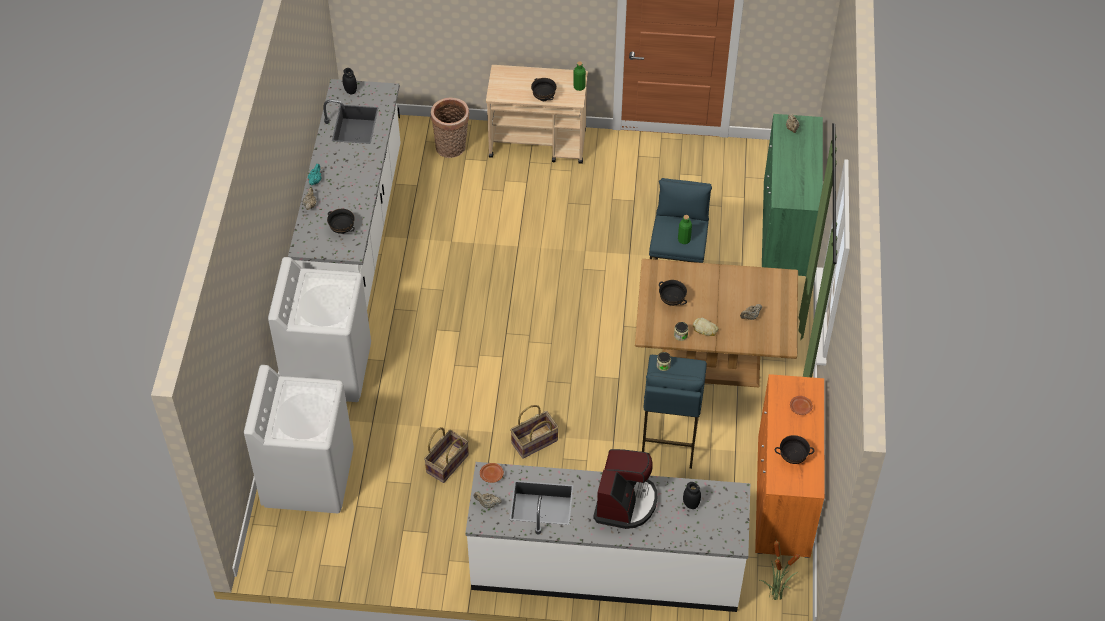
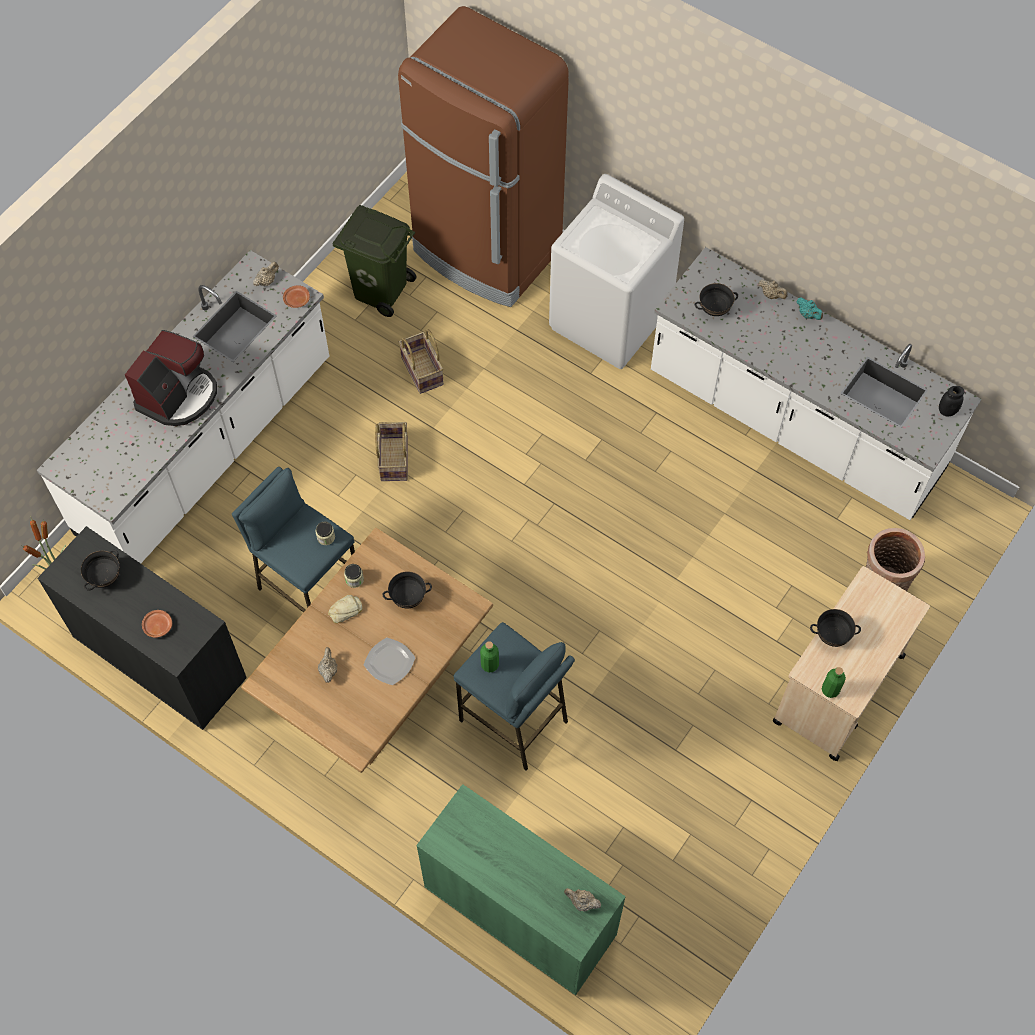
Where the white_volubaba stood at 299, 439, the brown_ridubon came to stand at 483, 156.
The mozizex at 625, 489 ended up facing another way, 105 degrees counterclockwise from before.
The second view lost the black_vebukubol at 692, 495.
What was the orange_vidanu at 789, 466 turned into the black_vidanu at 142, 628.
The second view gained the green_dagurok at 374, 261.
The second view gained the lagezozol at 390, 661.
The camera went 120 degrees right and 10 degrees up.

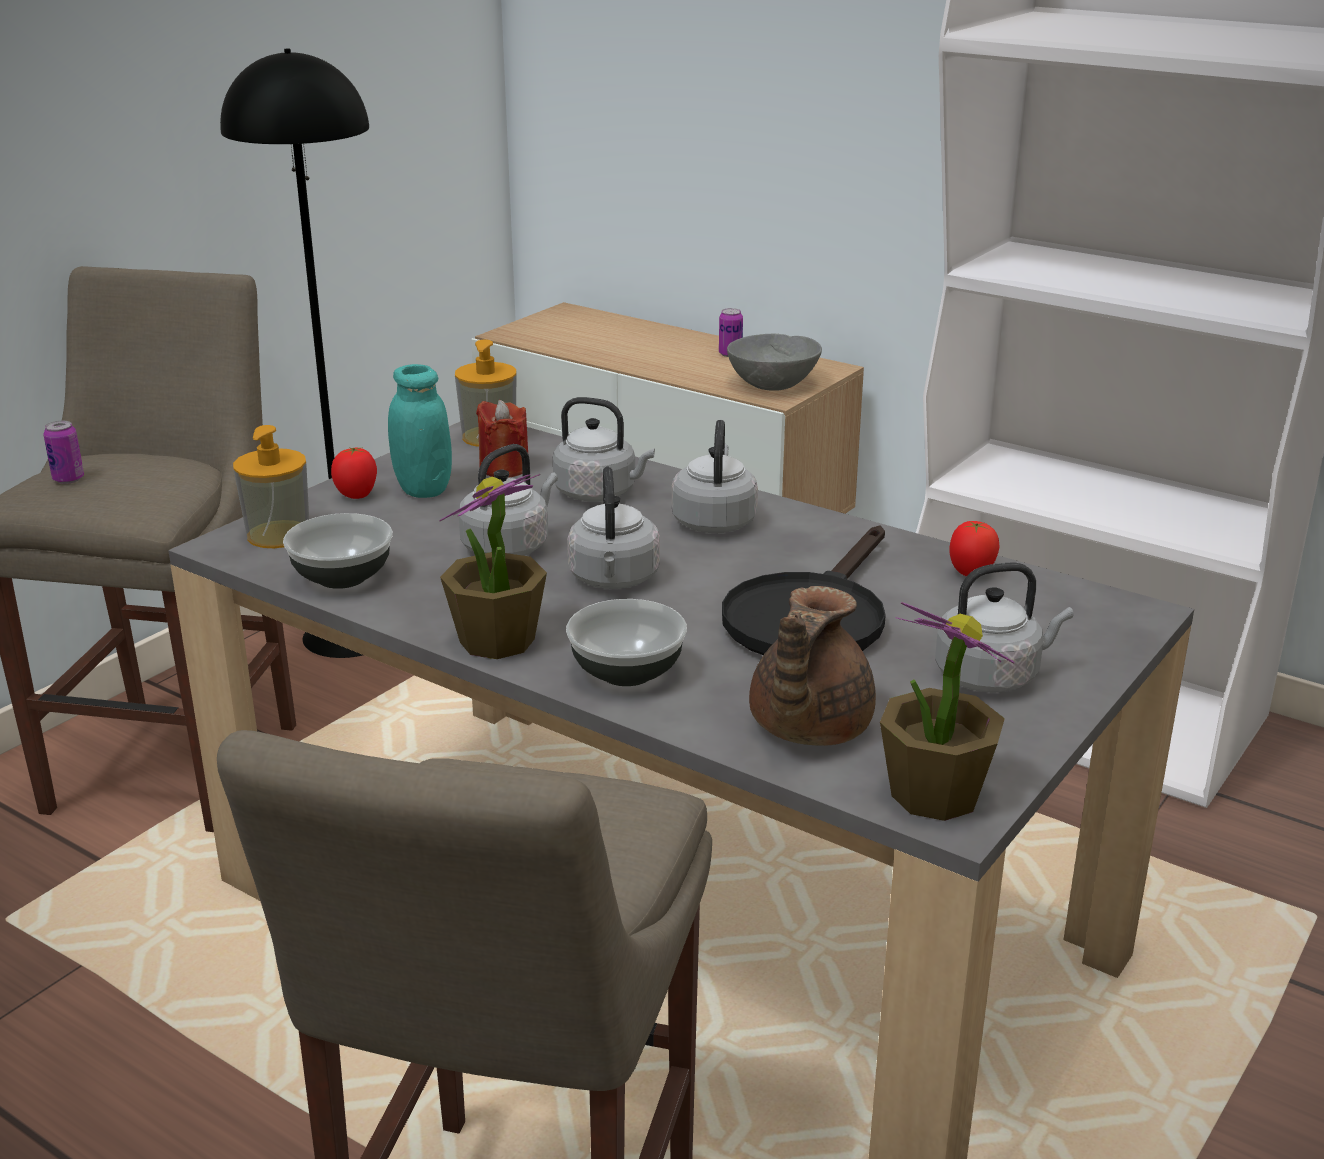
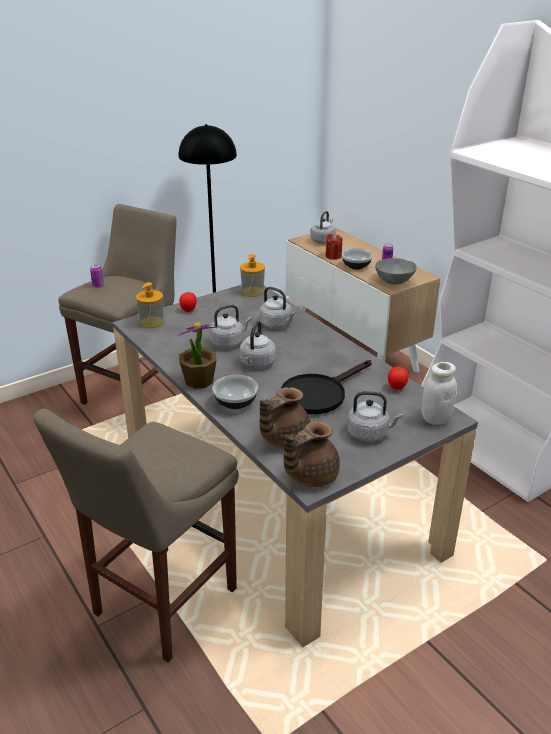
The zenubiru ended up elsewhere, having gone from 338, 551 to 357, 259.
The second view lost the turquoise_vebukubol at 420, 431.
The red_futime ended up elsewhere, having gone from 502, 439 to 334, 247.
The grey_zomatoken ended up elsewhere, having gone from 715, 476 to 322, 227.
Where the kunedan stood at 947, 711, the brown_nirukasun came to stand at 311, 454.
The second view gained the white_vebukubol at 439, 393.
The camera went 20 degrees right and 5 degrees up.

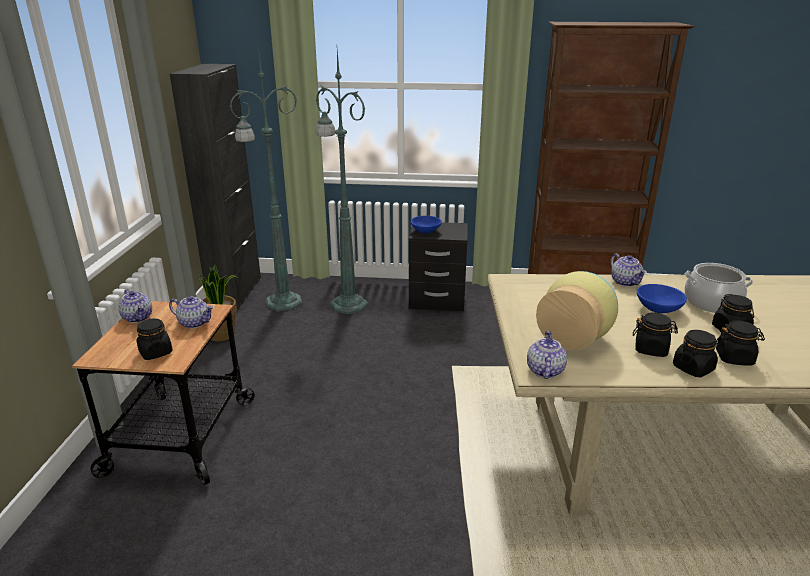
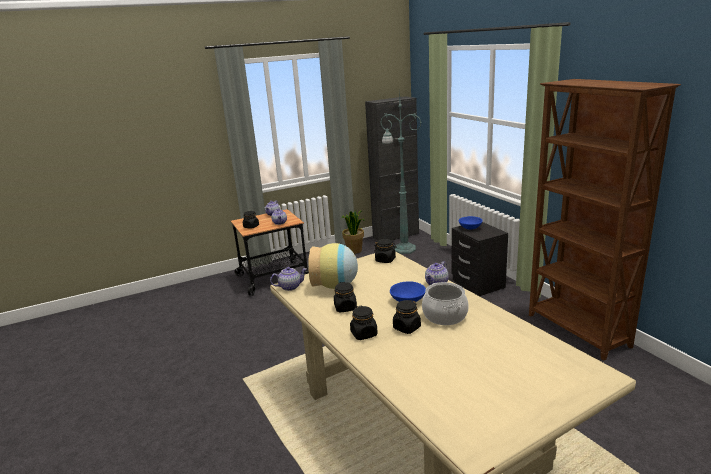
The second view lost the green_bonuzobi at 341, 182.
The black_vebukubol ended up elsewhere, having gone from 695, 353 to 385, 251.
The camera went 60 degrees right and 5 degrees down.

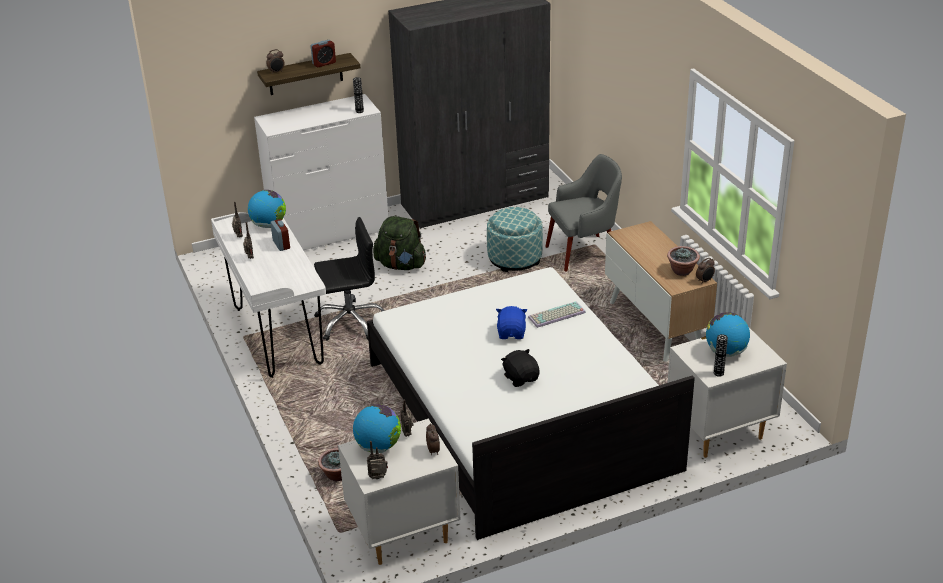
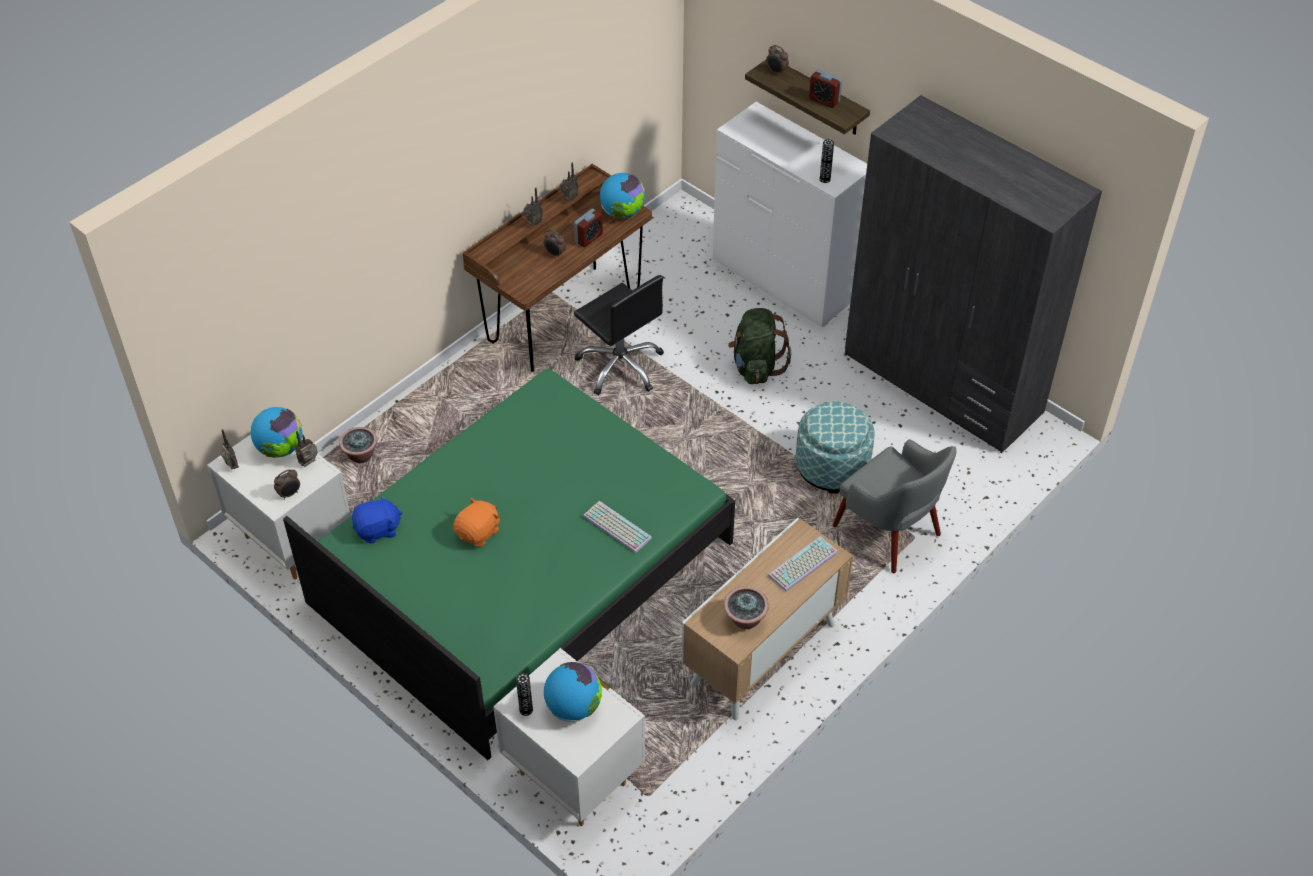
What was the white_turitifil at 268, 295 turned into the brown_turitifil at 557, 268.
What was the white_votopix at 531, 403 turned into the green_votopix at 509, 564.
The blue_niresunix ended up elsewhere, having gone from 511, 322 to 377, 518.
What was the black_niresunix at 520, 368 turned into the orange_niresunix at 476, 522.
The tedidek ended up elsewhere, having gone from 705, 271 to 554, 244.
The second view gained the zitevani at 803, 564.
The camera went 65 degrees right and 15 degrees up.

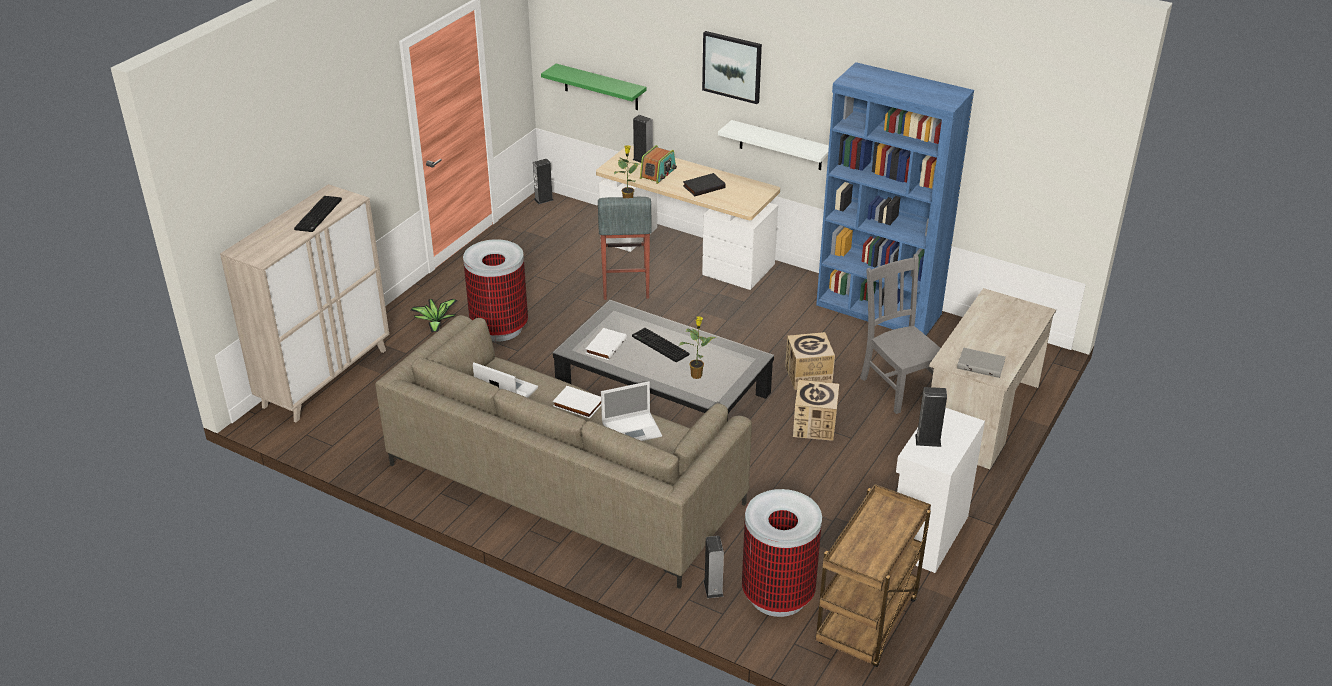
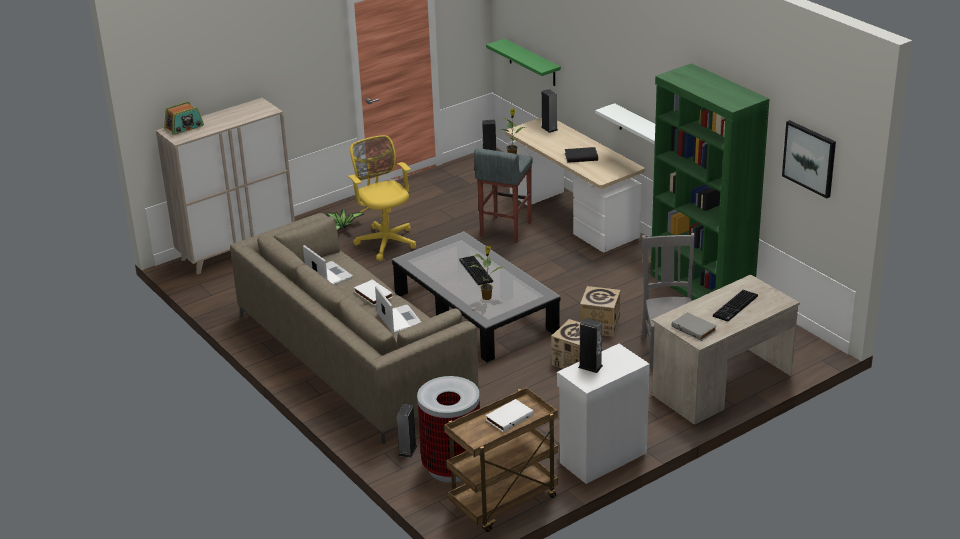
The zitevani ended up elsewhere, having gone from 318, 214 to 735, 306.
Where the dagurok stood at 495, 290, the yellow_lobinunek came to stand at 382, 198.
The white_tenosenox ended up elsewhere, having gone from 606, 344 to 509, 415.
The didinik at 631, 411 ended up facing another way, 120 degrees counterclockwise from before.
The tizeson ended up elsewhere, having gone from 658, 164 to 184, 118.
The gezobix ended up elsewhere, having gone from 732, 67 to 809, 159.
What was the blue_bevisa at 895, 198 turned into the green_bevisa at 710, 182.
The camera went 25 degrees right and 5 degrees down.

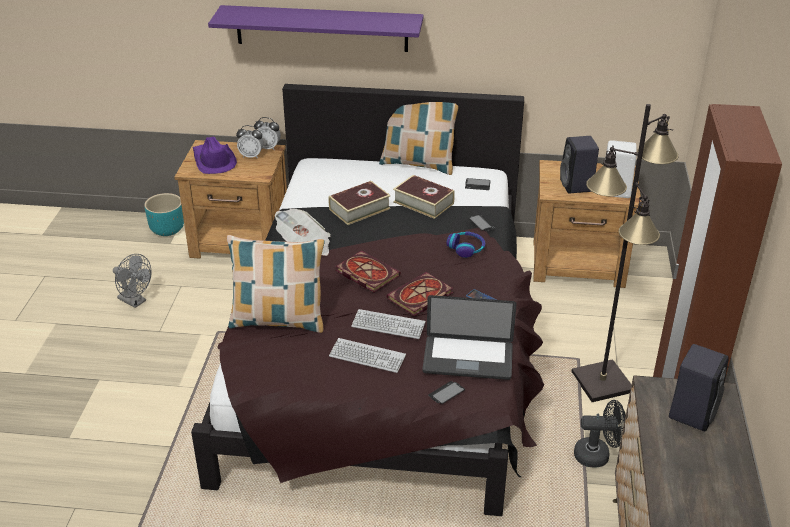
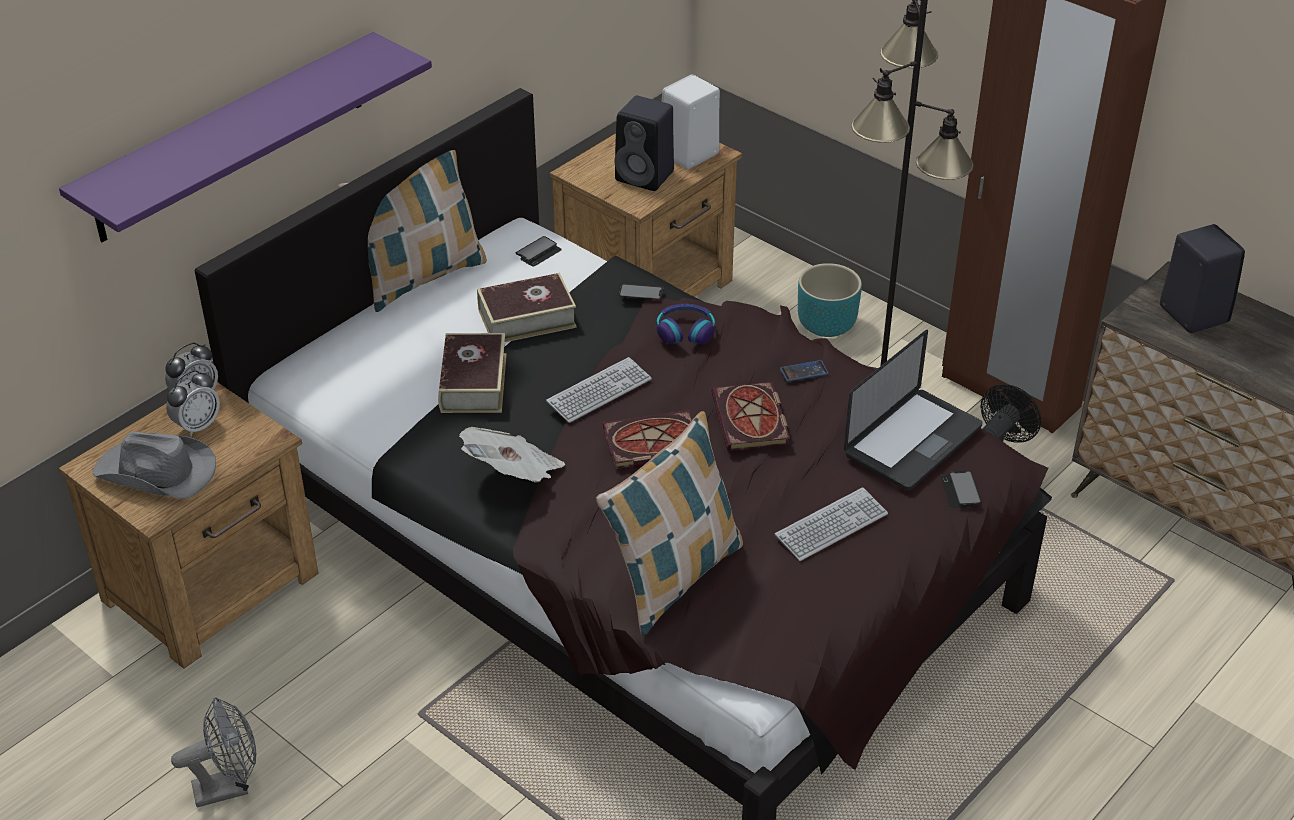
The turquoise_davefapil ended up elsewhere, having gone from 164, 214 to 830, 300.
What was the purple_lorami at 215, 155 turned into the grey_lorami at 154, 465.
The zitevani ended up elsewhere, having gone from 388, 324 to 599, 390.
The camera went 55 degrees left and 5 degrees up.

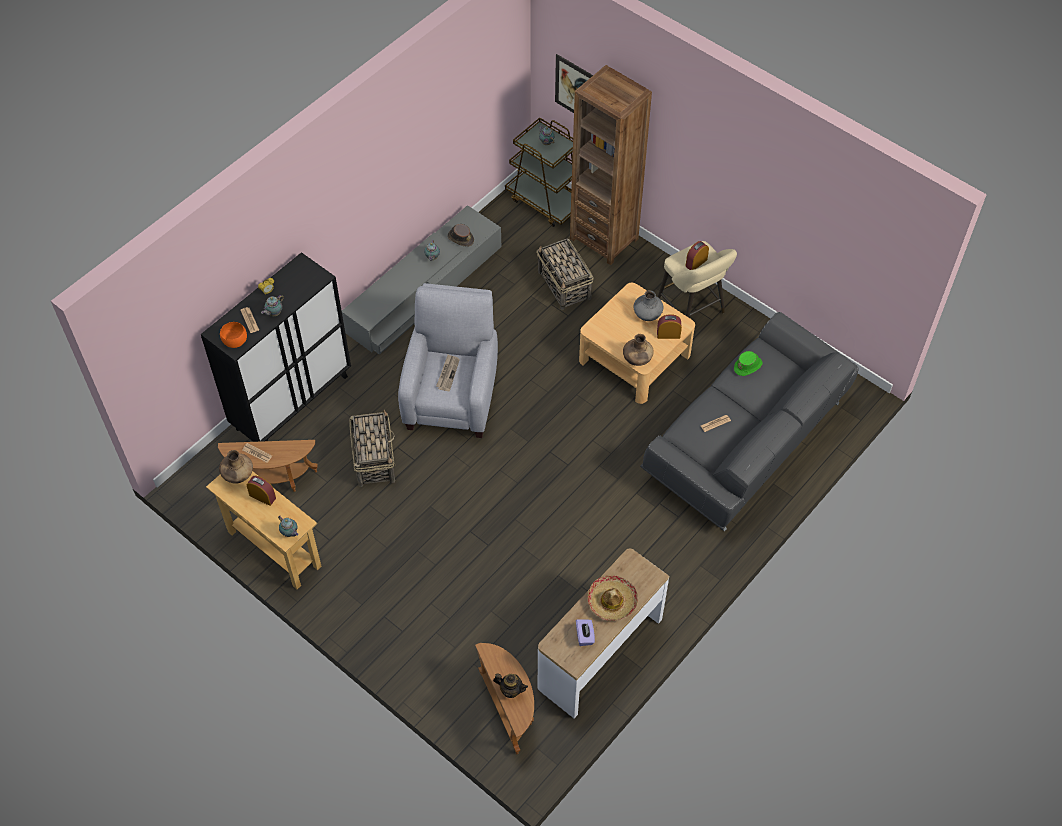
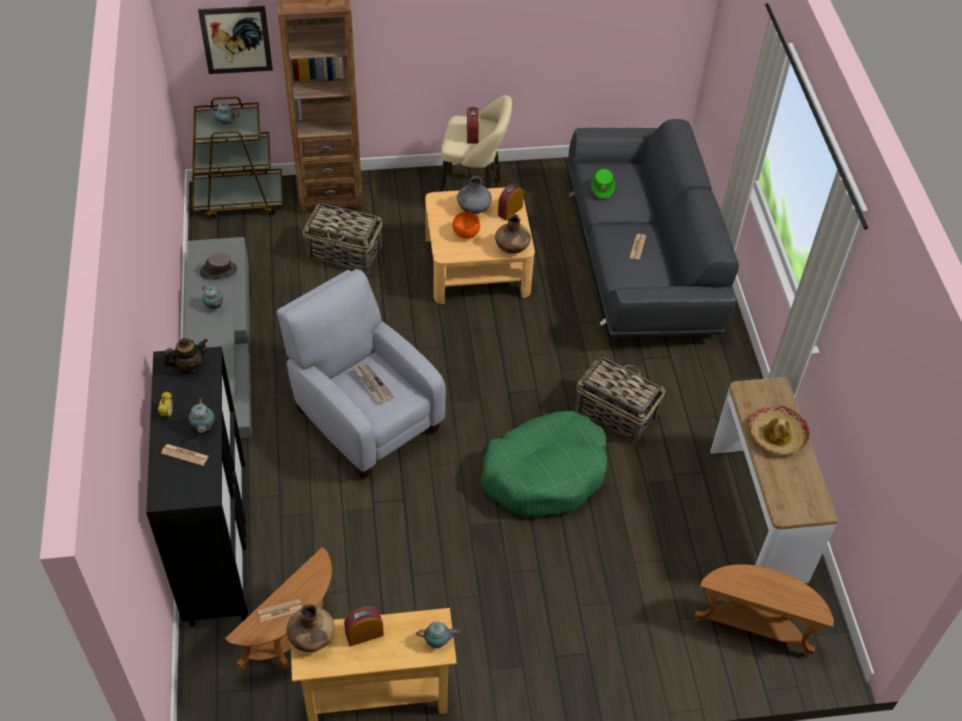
The orange_zenubiru ended up elsewhere, having gone from 233, 335 to 466, 225.
The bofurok ended up elsewhere, having gone from 372, 448 to 620, 398.
The nirukasun ended up elsewhere, having gone from 510, 686 to 186, 356.
The second view lost the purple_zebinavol at 585, 632.
The second view gained the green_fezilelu at 544, 464.
The camera went 50 degrees left and 5 degrees down.

